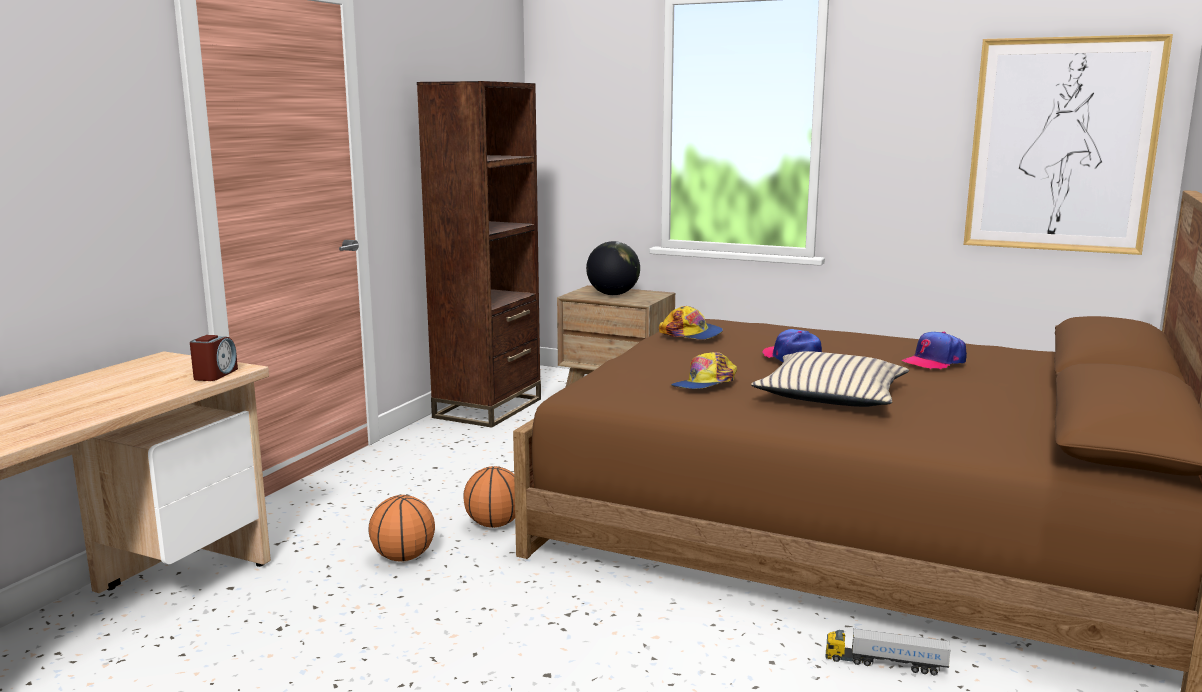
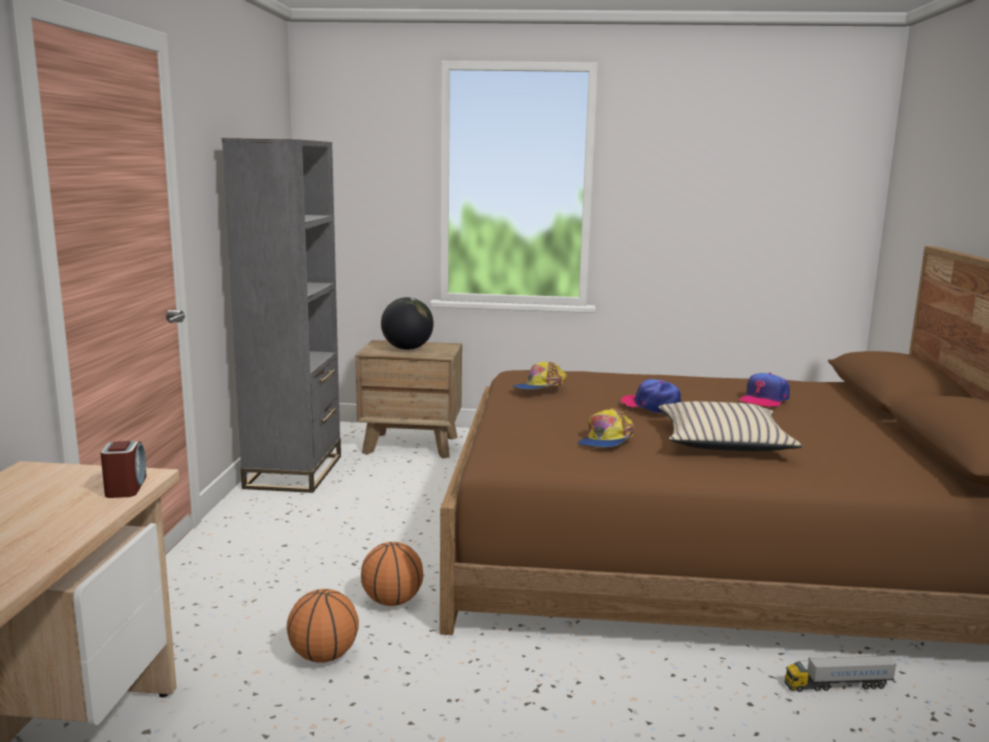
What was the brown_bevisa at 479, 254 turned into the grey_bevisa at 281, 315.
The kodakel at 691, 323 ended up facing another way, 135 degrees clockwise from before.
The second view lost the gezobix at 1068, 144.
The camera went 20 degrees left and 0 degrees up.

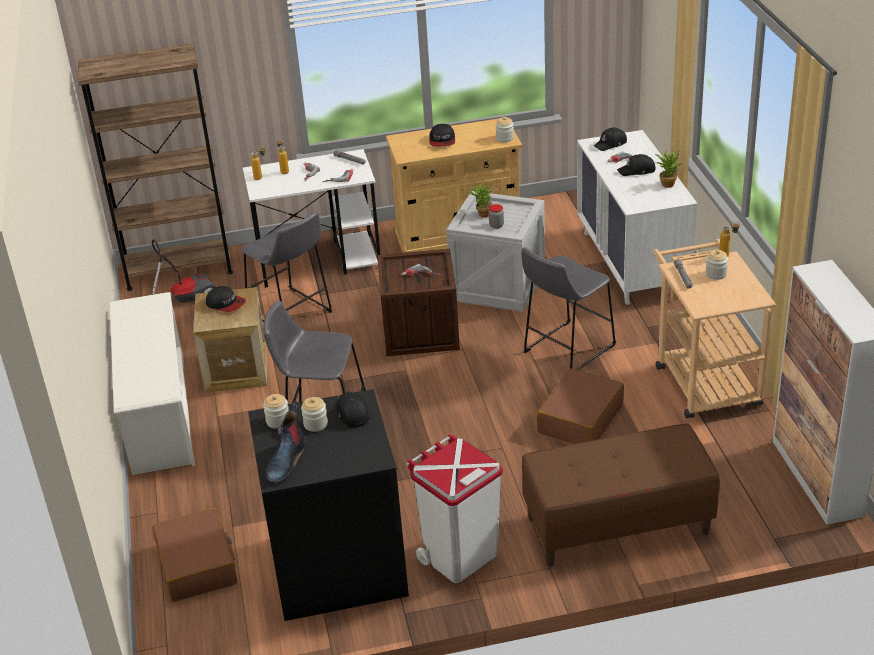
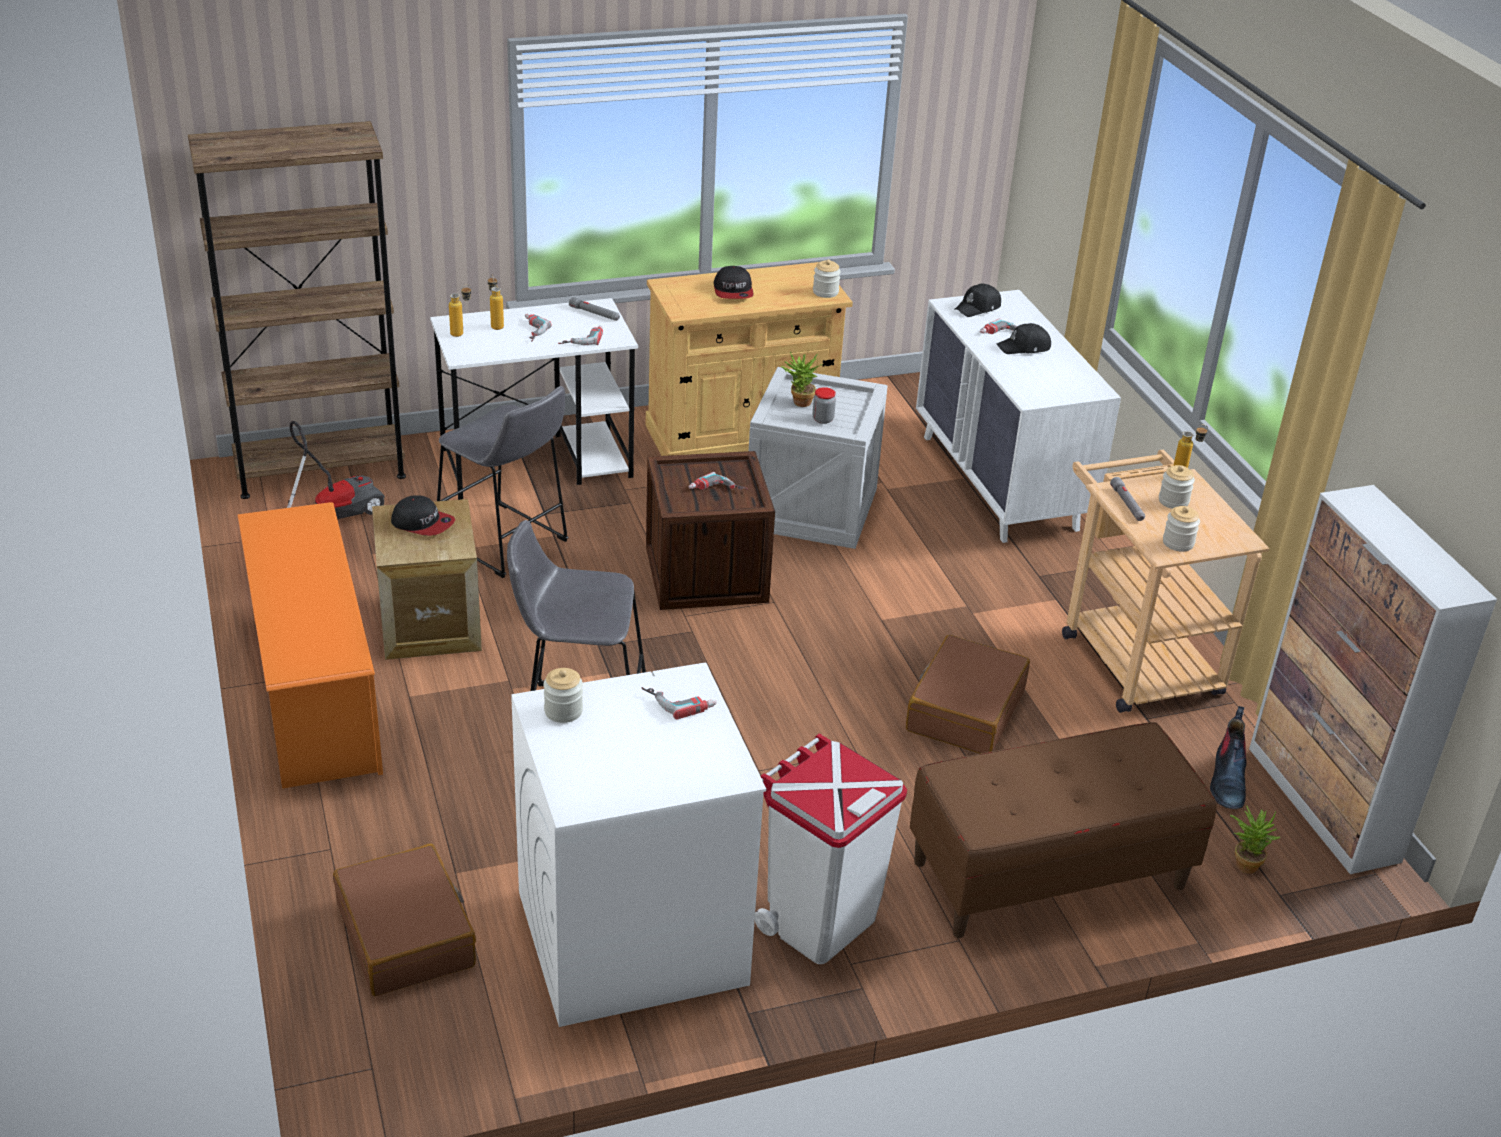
What was the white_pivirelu at 152, 383 turned into the orange_pivirelu at 310, 645.
What was the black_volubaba at 328, 505 turned into the white_volubaba at 638, 844.
The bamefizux ended up elsewhere, having gone from 286, 442 to 1228, 757.
The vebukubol ended up elsewhere, having gone from 314, 414 to 1181, 529.
Where the black_kodakel stood at 353, 410, the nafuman came to stand at 679, 703.
The second view lost the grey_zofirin at 568, 308.
The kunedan ended up elsewhere, having gone from 668, 169 to 1255, 839.
The camera went 10 degrees left and 0 degrees up.

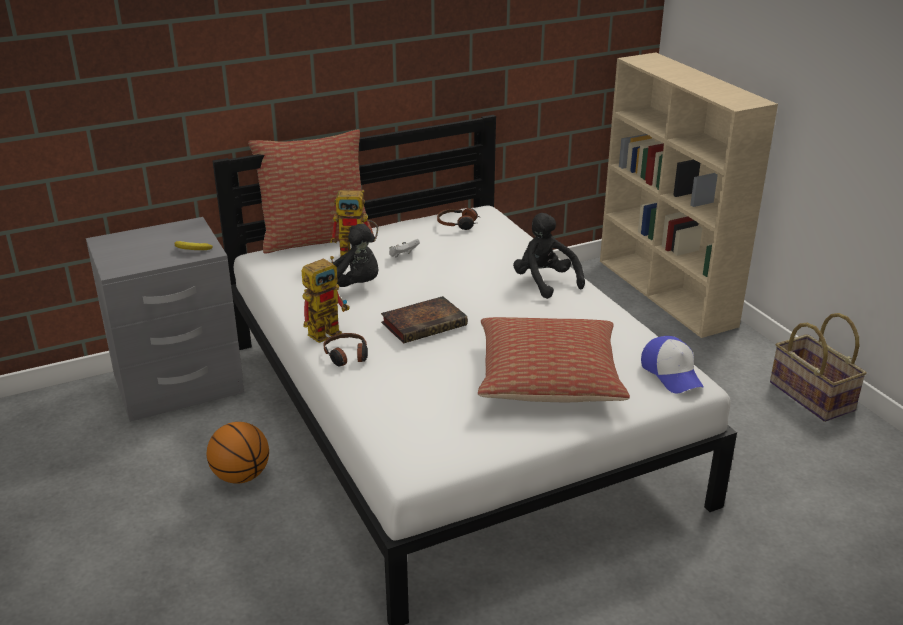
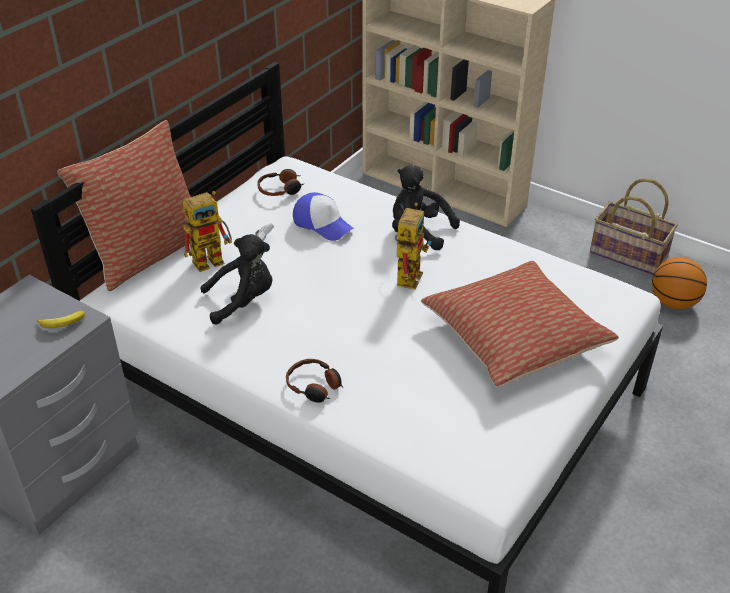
The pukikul ended up elsewhere, having gone from 238, 453 to 679, 283.
The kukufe ended up elsewhere, having gone from 325, 299 to 413, 246.
The second view lost the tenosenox at 424, 320.
The kodakel ended up elsewhere, having gone from 672, 364 to 323, 216.
The camera went 30 degrees left and 10 degrees up.

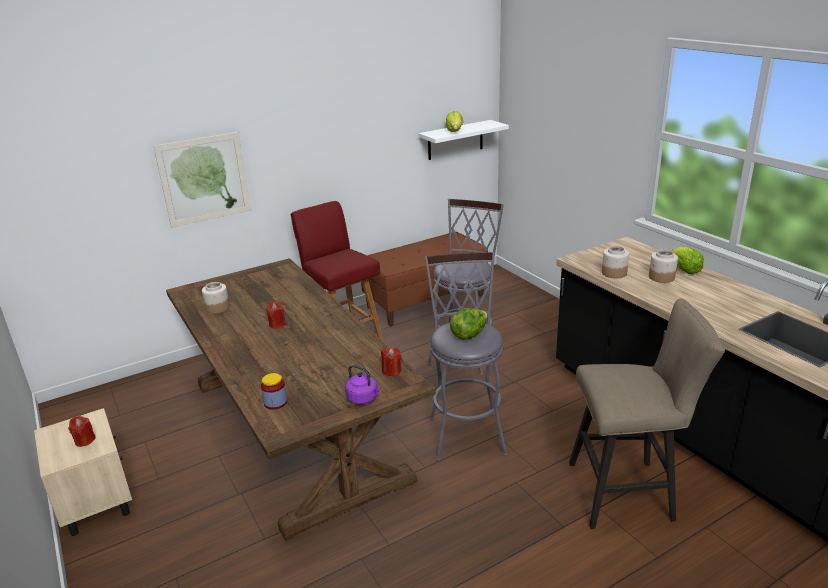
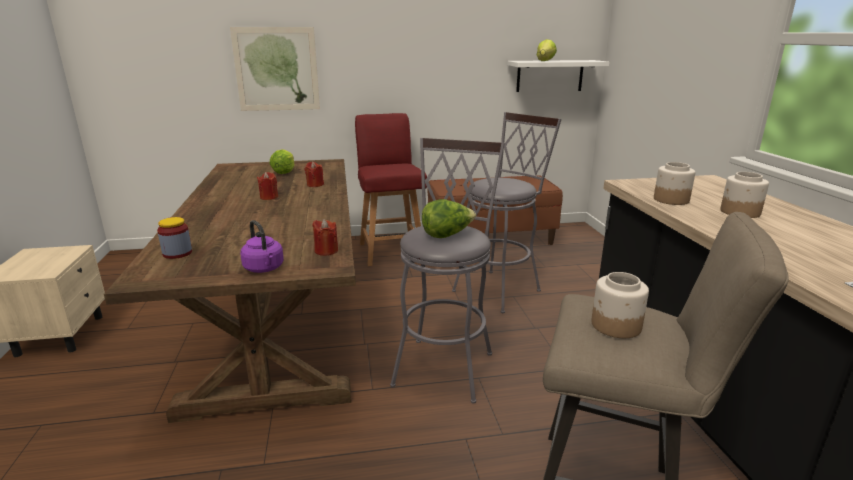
The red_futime ended up elsewhere, having gone from 82, 431 to 314, 174.
The vebukubol ended up elsewhere, having gone from 216, 298 to 620, 305.
The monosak ended up elsewhere, having gone from 688, 260 to 282, 161.
The camera went 20 degrees right and 5 degrees down.

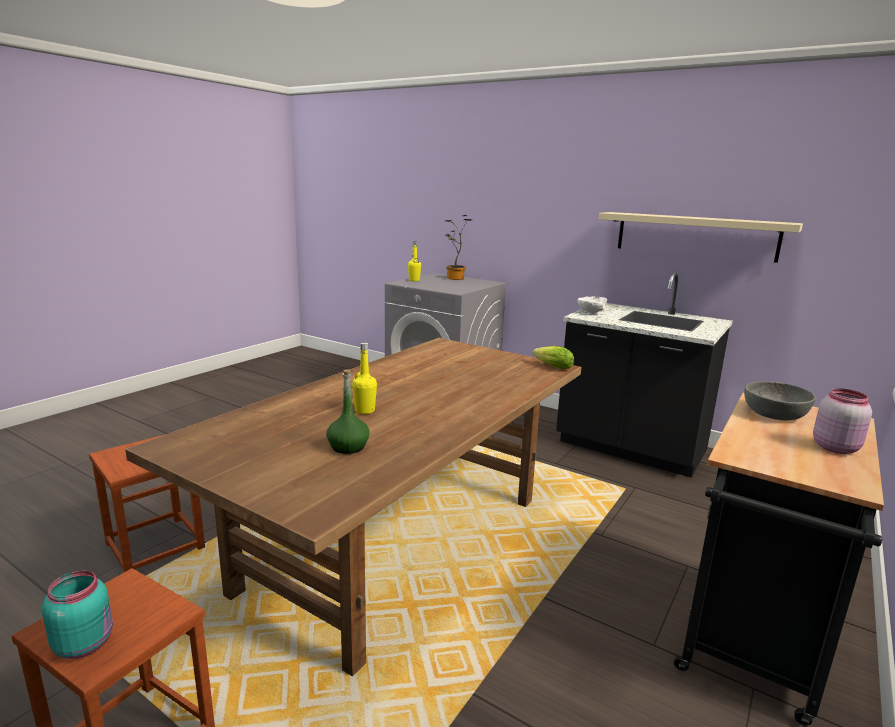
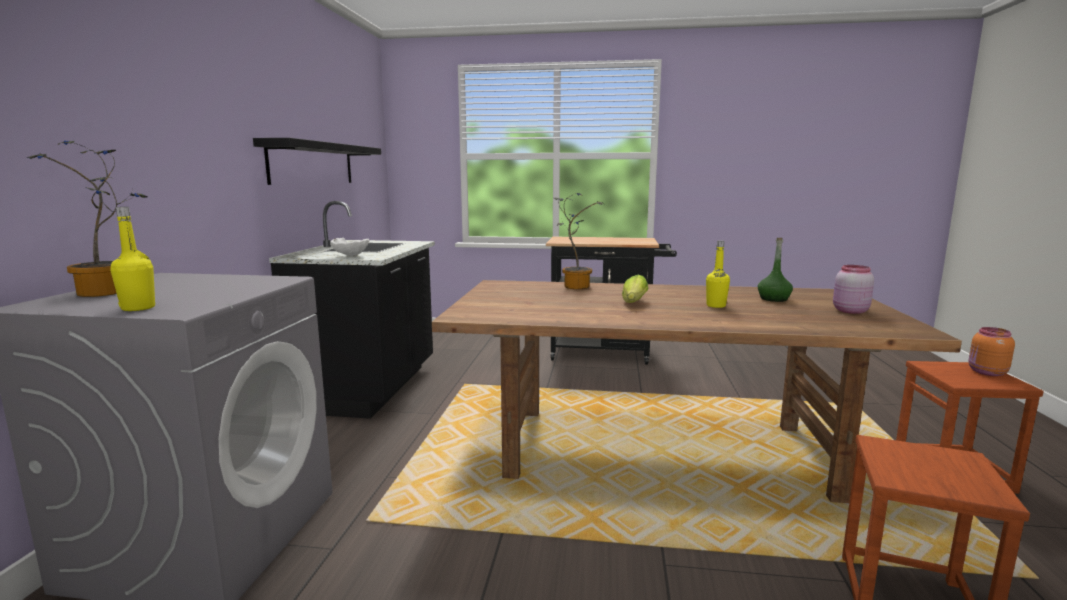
What was the turquoise_vebukubol at 77, 615 turned into the orange_vebukubol at 991, 351.
The monosak ended up elsewhere, having gone from 553, 357 to 635, 289.
What was the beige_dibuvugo at 701, 237 turned into the black_dibuvugo at 317, 161.
The second view lost the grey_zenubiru at 780, 400.
The pink_vebukubol ended up elsewhere, having gone from 842, 421 to 853, 289.
The second view gained the kunedan at 579, 241.
The camera went 115 degrees left and 5 degrees down.

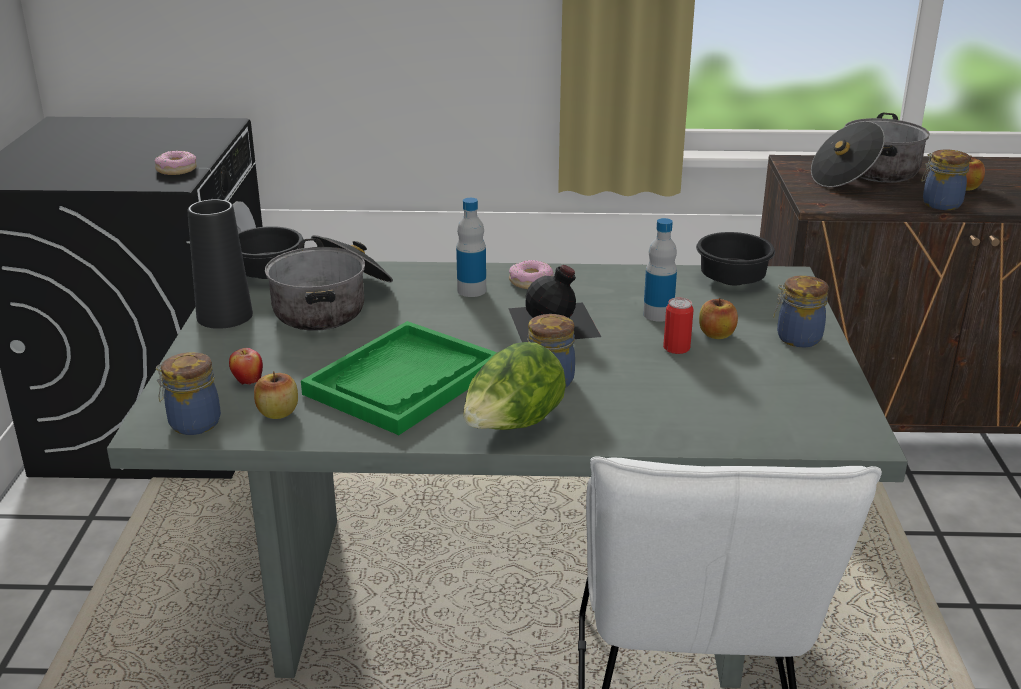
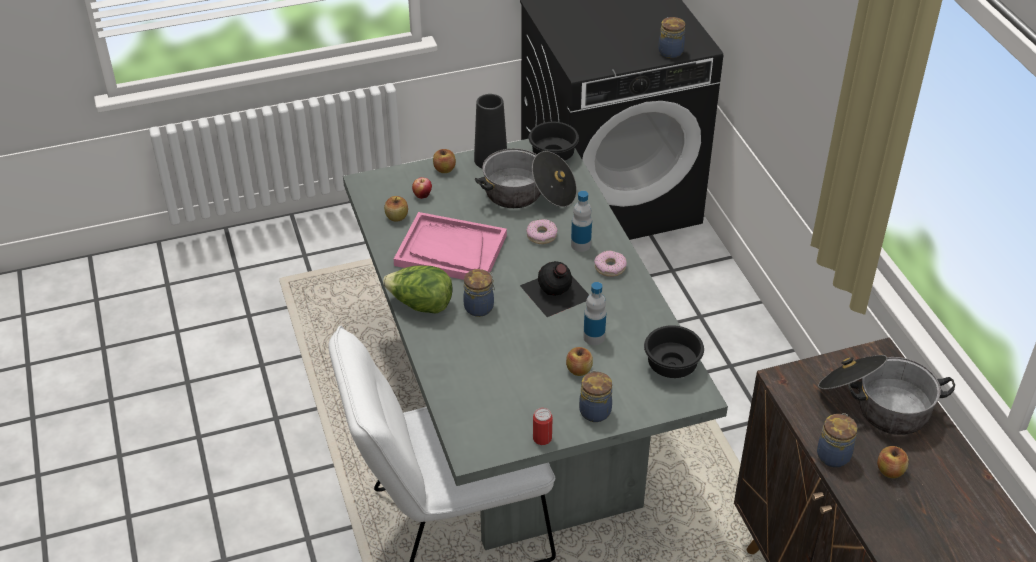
The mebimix ended up elsewhere, having gone from 175, 163 to 541, 231.
The vebukubol ended up elsewhere, having gone from 188, 393 to 671, 37.
What was the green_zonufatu at 399, 378 turned into the pink_zonufatu at 450, 246.
The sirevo ended up elsewhere, having gone from 678, 325 to 542, 426.
The second view gained the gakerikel at 444, 161.
The camera went 70 degrees right and 15 degrees up.

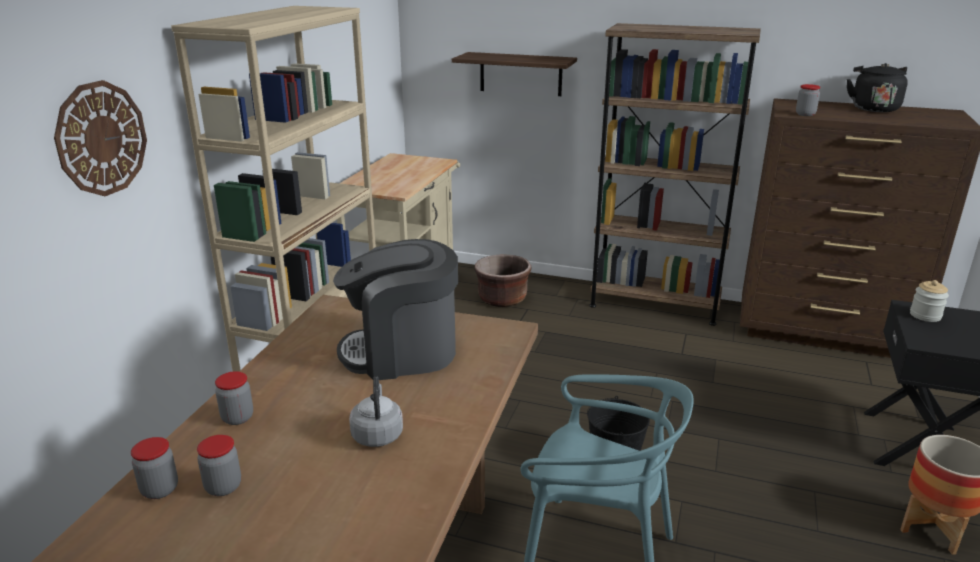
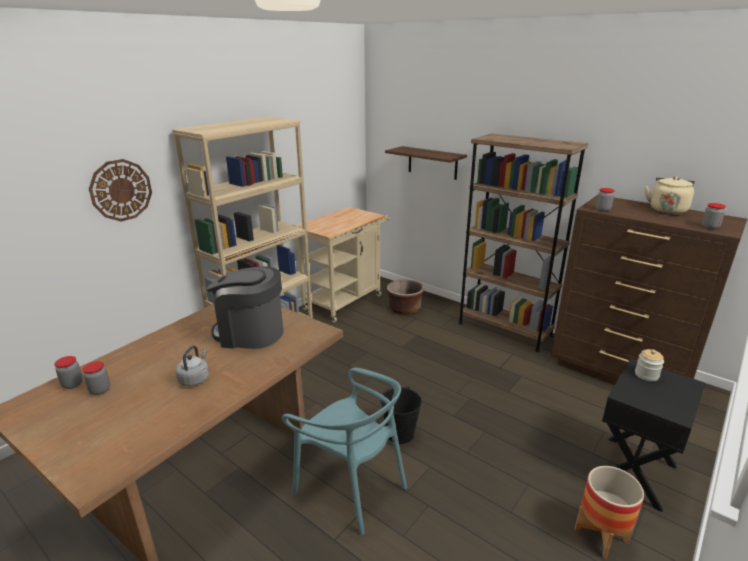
The vebukubol ended up elsewhere, having gone from 234, 398 to 714, 216.
What was the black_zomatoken at 877, 87 turned into the beige_zomatoken at 670, 195.
The camera went 20 degrees right and 0 degrees up.

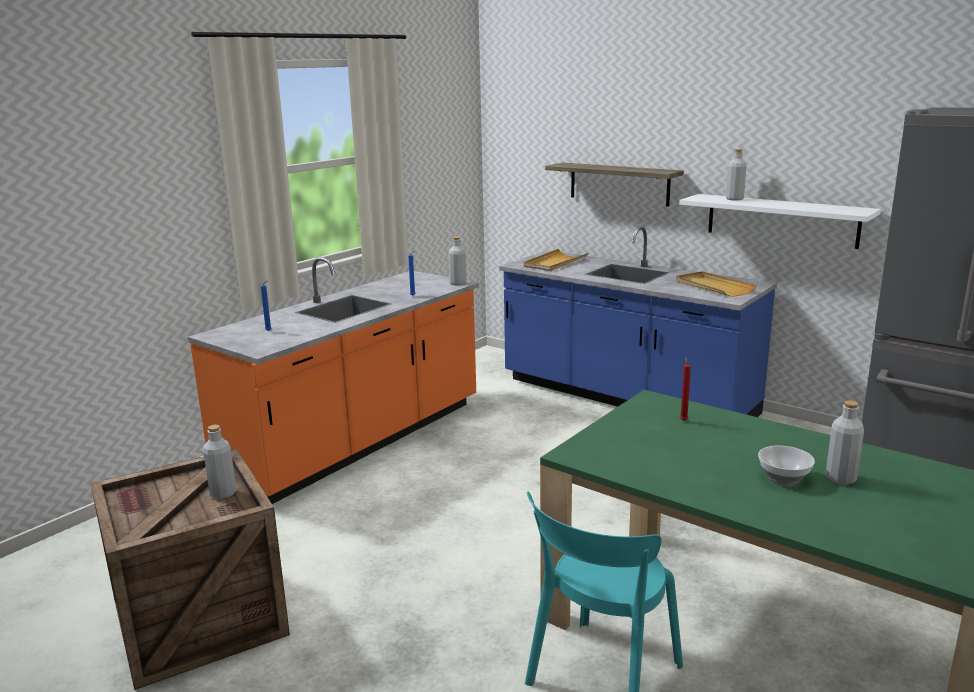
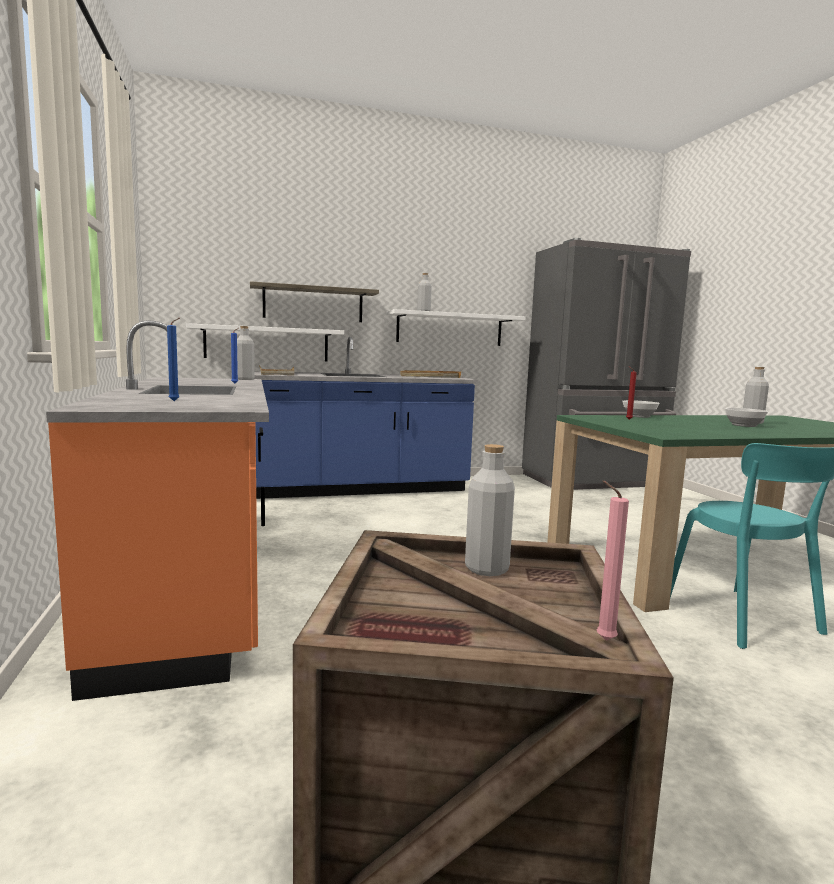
The second view gained the white_dibuvugo at 265, 342.
The second view gained the pink_futime at 613, 561.
The second view gained the zenubiru at 641, 409.
The camera went 55 degrees left and 10 degrees down.

